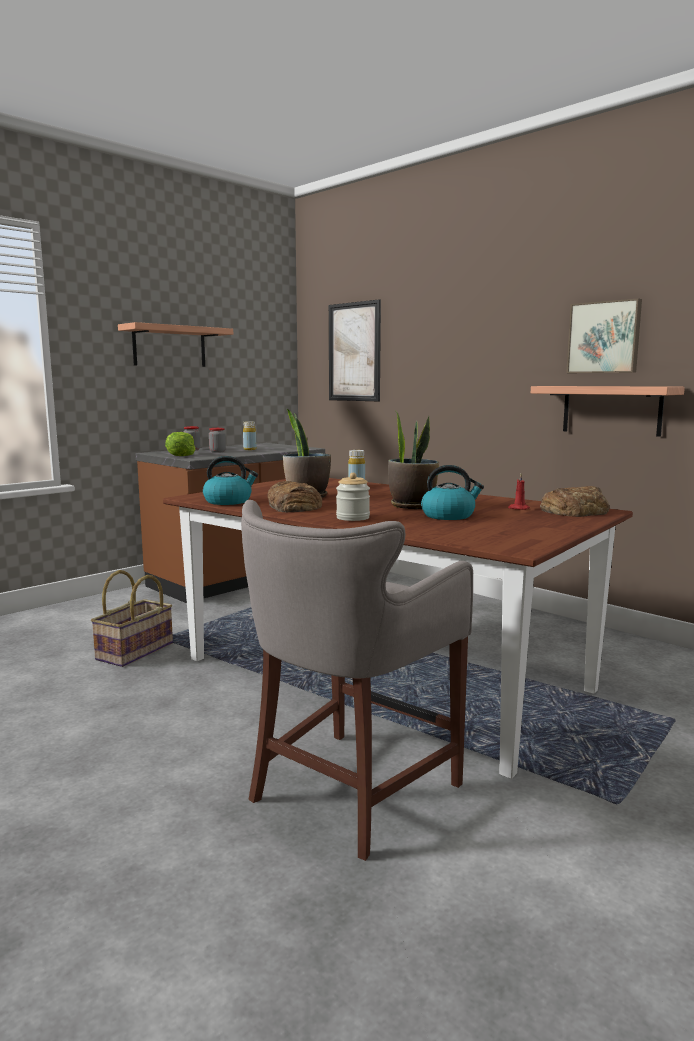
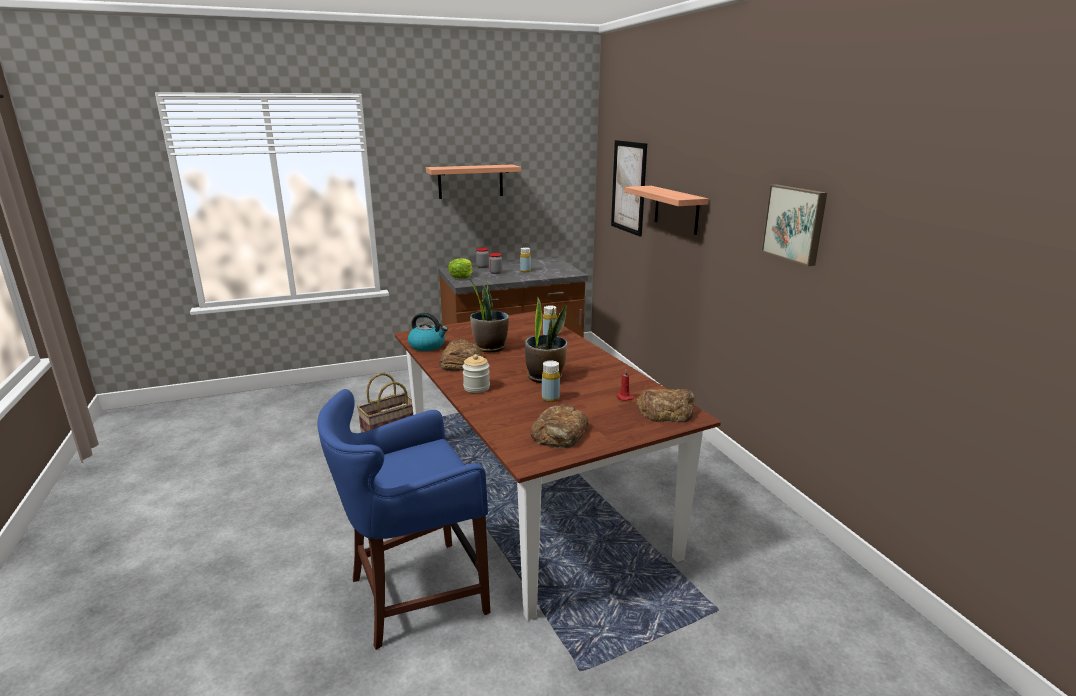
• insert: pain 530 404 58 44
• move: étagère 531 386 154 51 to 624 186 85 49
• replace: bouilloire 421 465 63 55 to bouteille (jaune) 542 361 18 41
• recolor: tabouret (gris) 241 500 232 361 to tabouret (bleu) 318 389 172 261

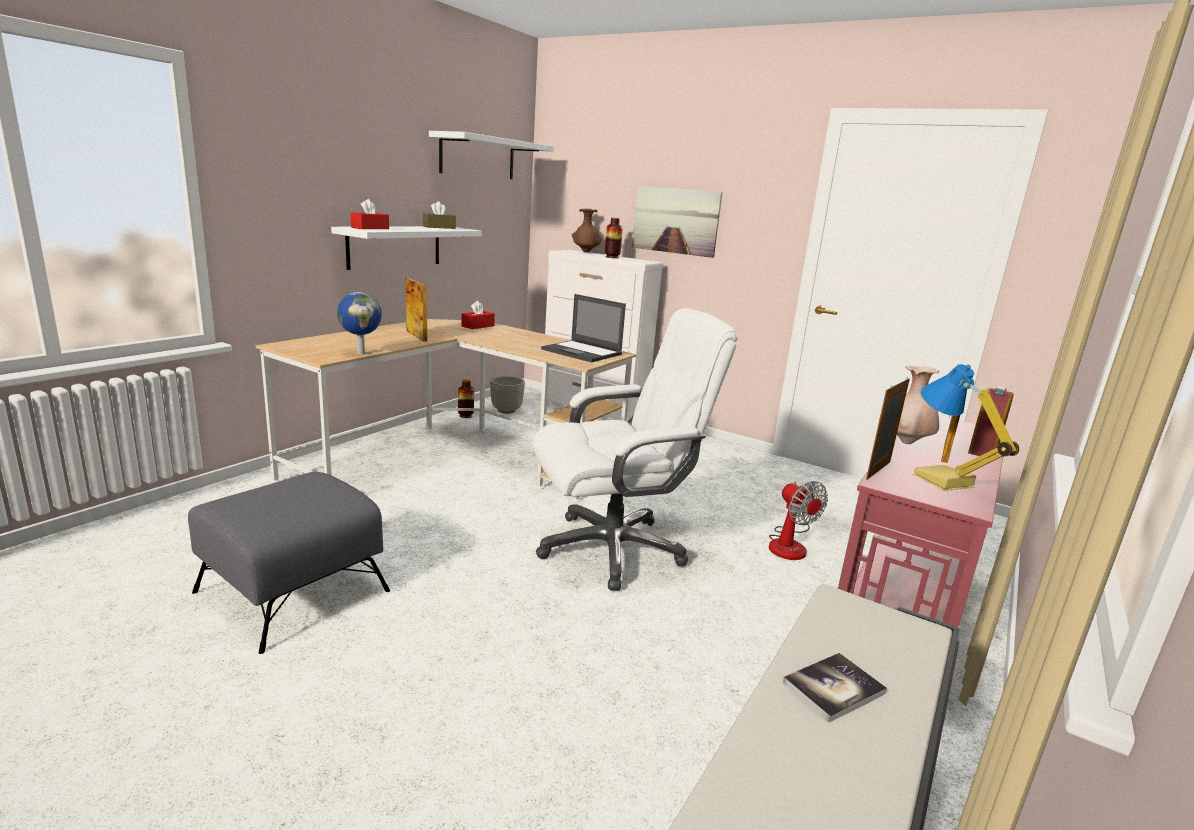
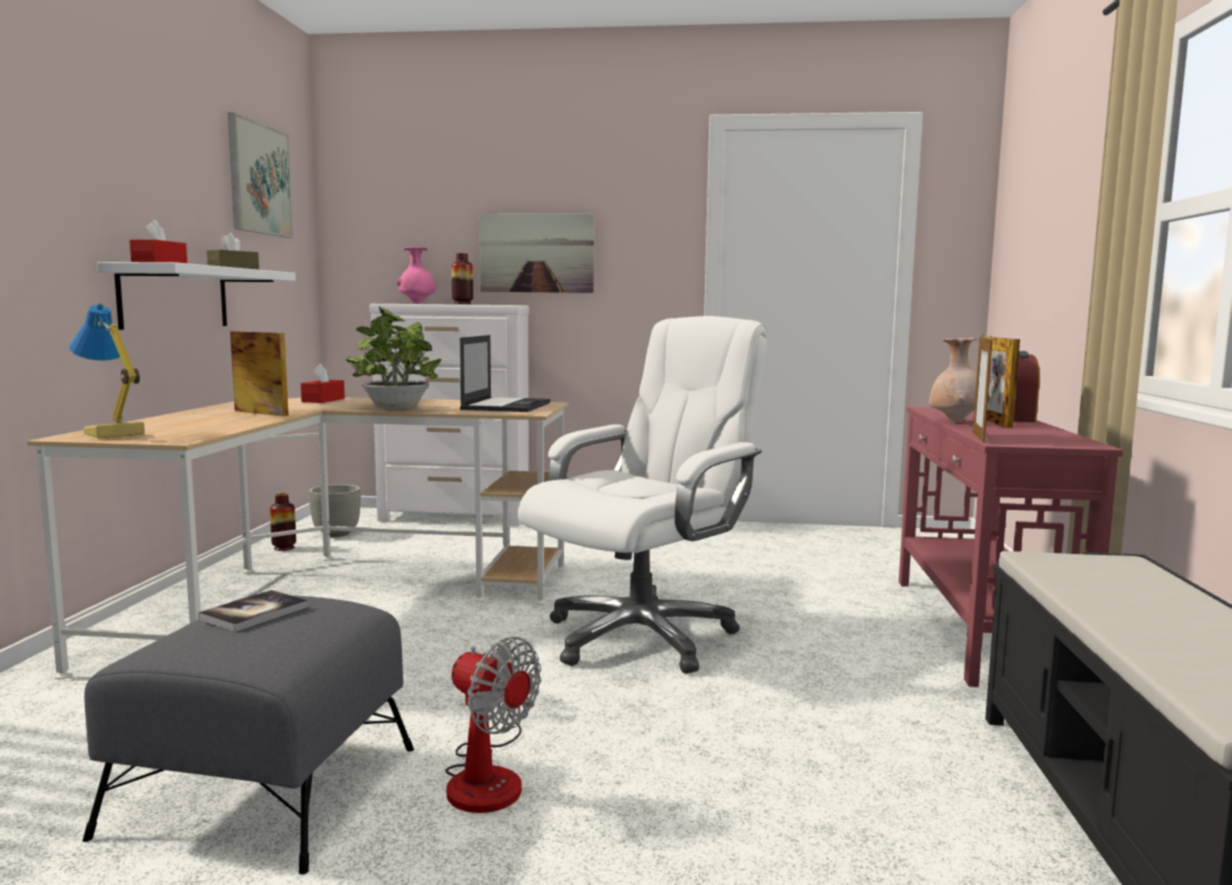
• delete: globe 337 292 45 62
• insert: plante en pot 346 306 95 105
• move: ventilateur 769 481 59 79 to 445 637 96 176
• move: livre 783 653 104 69 to 198 590 111 42
• move: lampe de table 913 364 106 127 to 69 303 77 137
• replace: étagère (blanc) 429 131 125 48 to tableau 228 112 65 126
• recolor: vase (marron) 572 209 30 44 to vase (rose) 397 247 39 57
• rotate: ordinateur portable 541 294 85 68 = 460 335 90 77 90 degrees counterclockwise

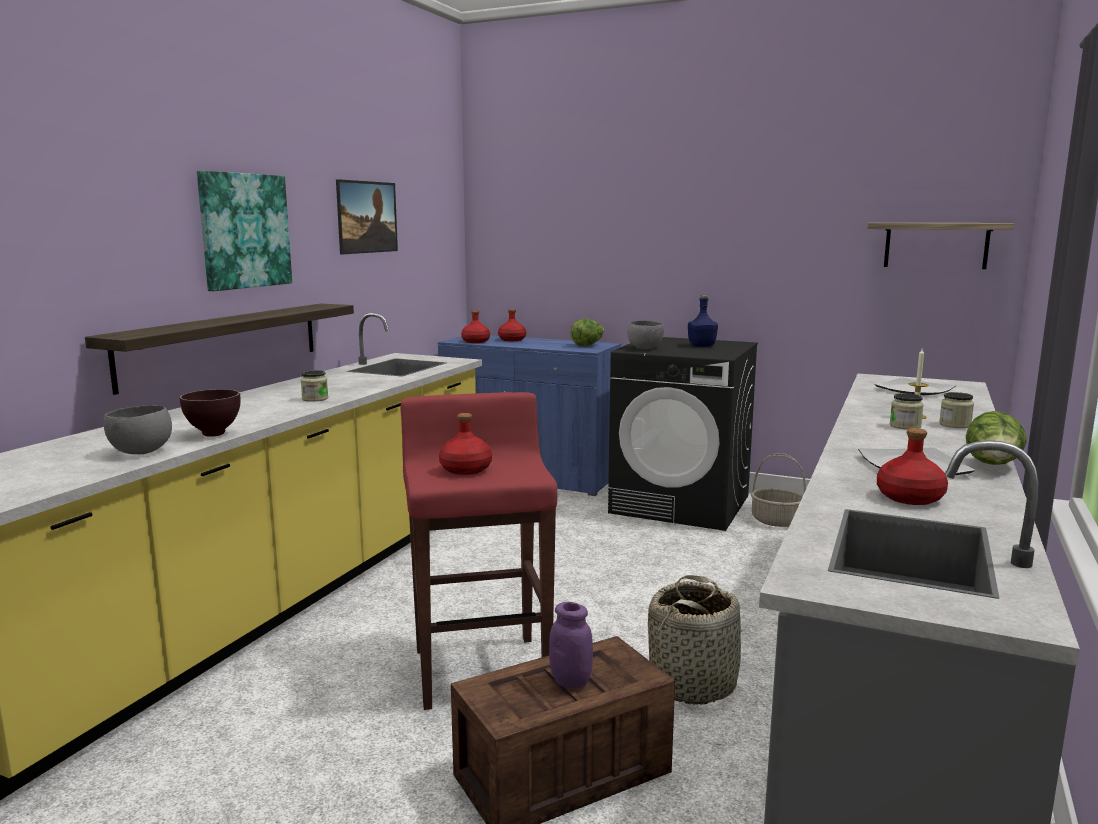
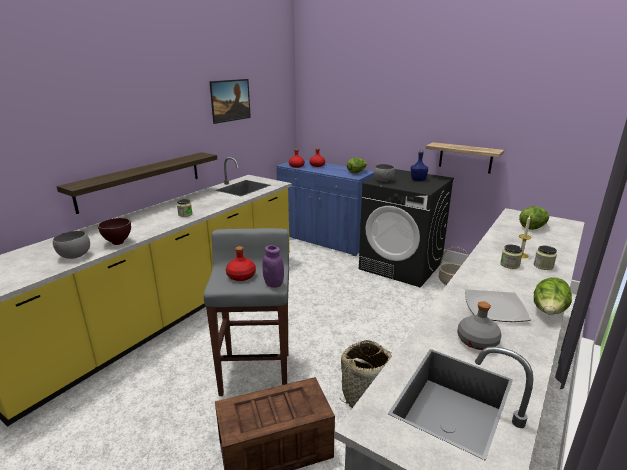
• delete: tableau 197 171 95 120
• move: bocal (violet) 549 602 44 87 to 262 245 22 43
• move: étagère 867 223 148 46 to 426 142 78 32
• replace: assiette 874 377 82 18 to laitue 519 206 30 24
• recolor: tabouret (rouge) 400 392 157 318 to tabouret (gris) 204 228 85 168
• recolor: bouteille (rouge) 877 428 71 77 to bouteille (gris) 457 301 45 49

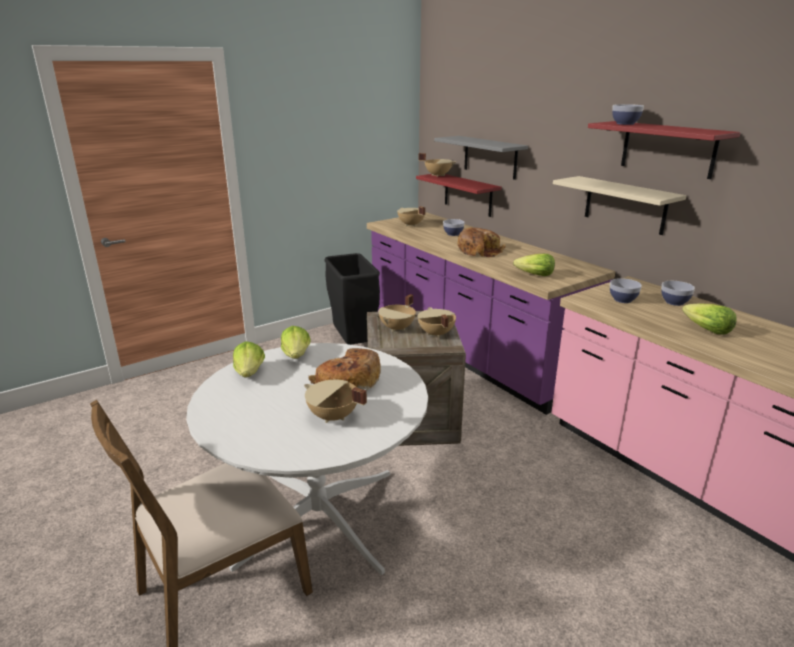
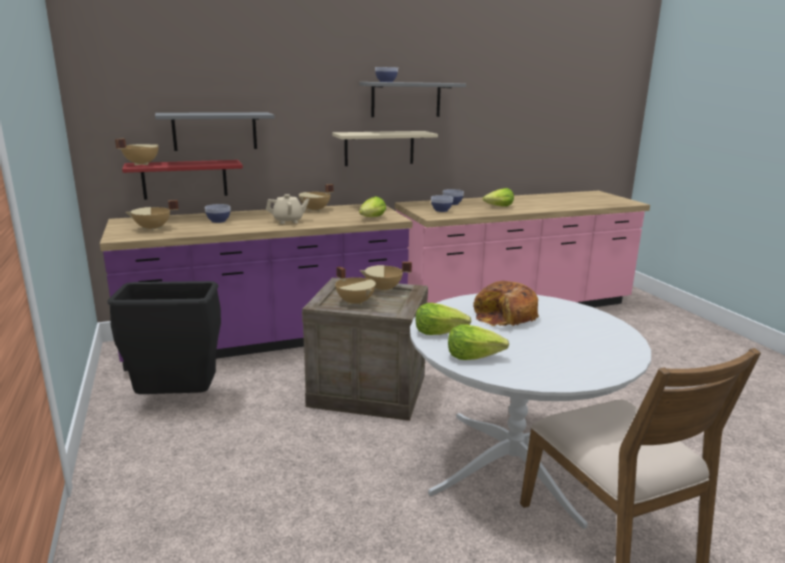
• move: marmite (beige) 304 380 63 43 to 299 184 34 28
• replace: pain 458 227 48 30 to théière (beige) 266 194 43 30
• recolor: étagère (rouge) 588 121 153 58 to étagère (gris) 359 82 107 35

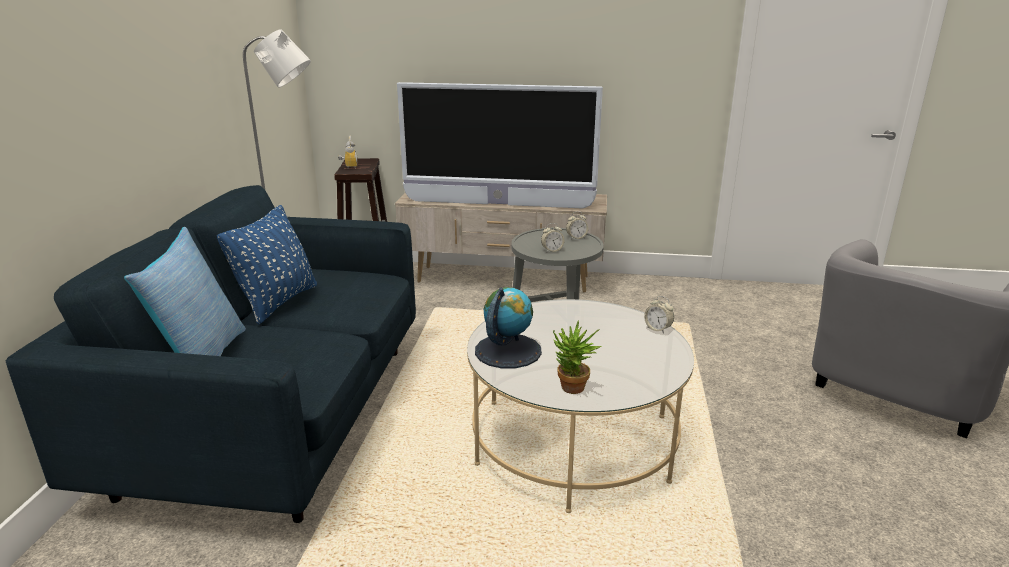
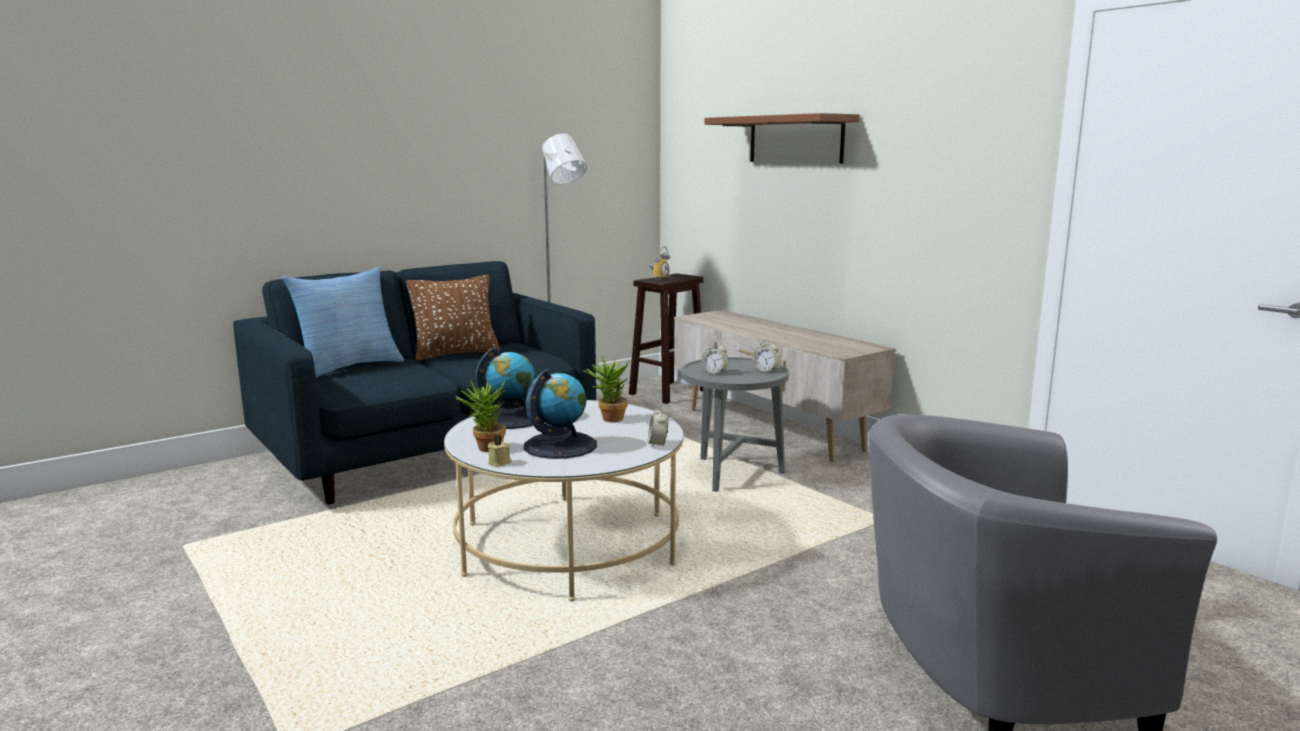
• delete: téléviseur 397 82 206 127
• insert: bougie (beige) 488 435 24 32
• insert: globe 524 369 73 90
• insert: plante en pot 582 356 48 66
• insert: étagère (marron) 705 113 155 50
• recolor: coussin (bleu) 217 205 100 119 to coussin (marron) 406 275 94 86

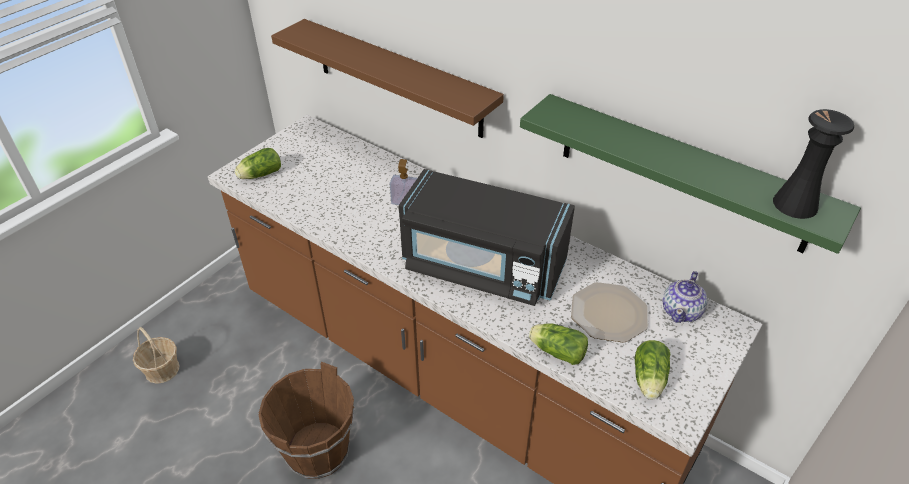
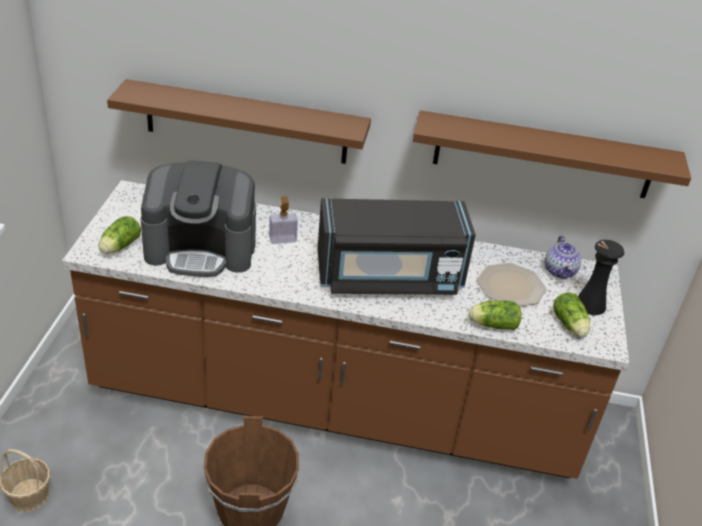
• insert: machine à café 141 160 115 117
• move: vase (noir) 773 109 81 110 to 578 240 46 75
• recolor: étagère (vert) 520 94 341 160 to étagère (marron) 413 110 278 88

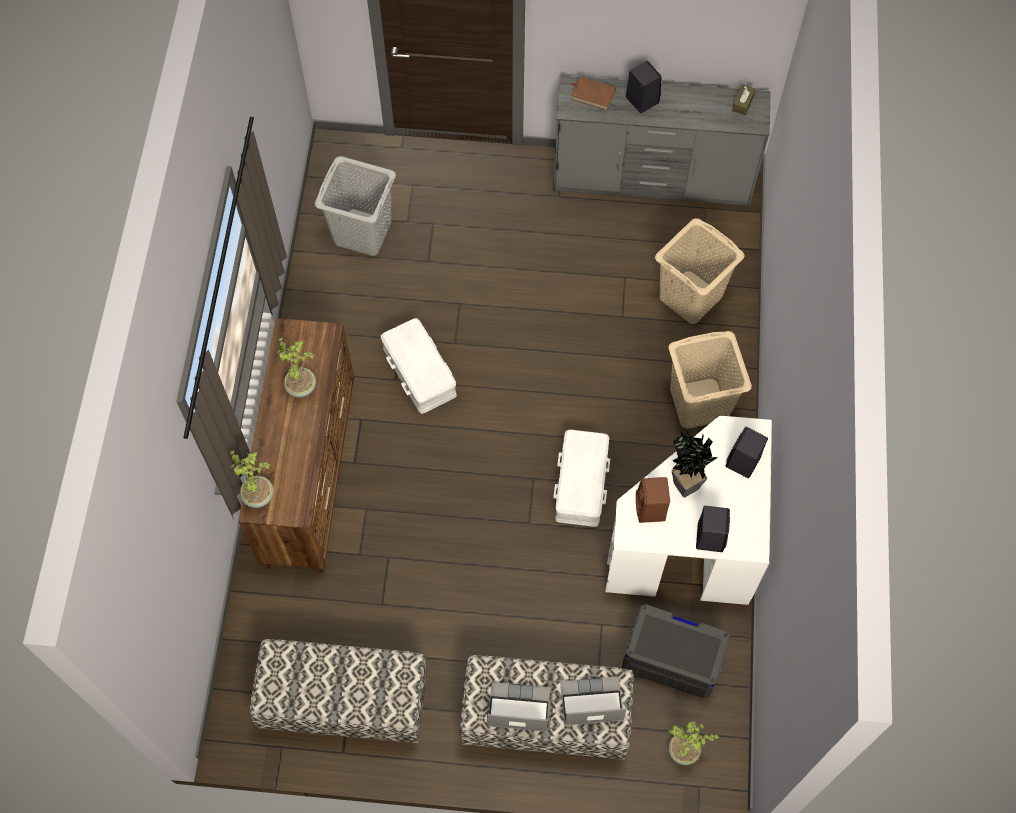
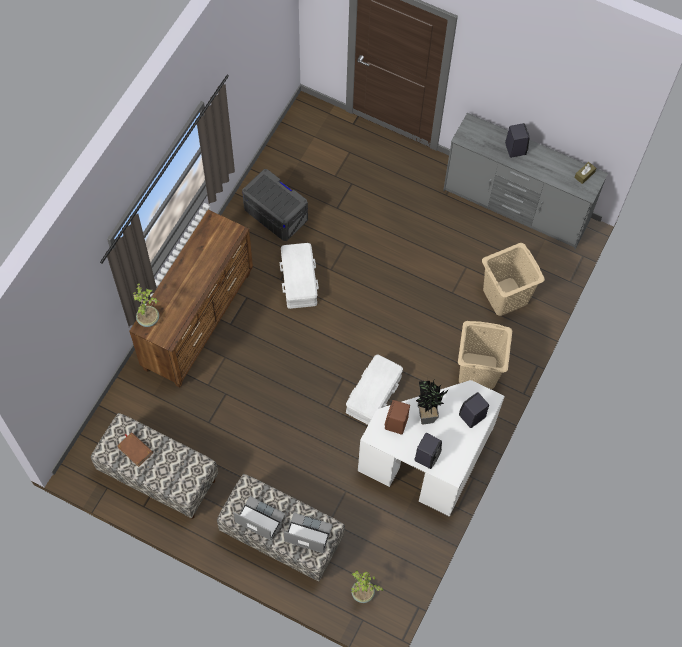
• delete: plante en pot 277 337 39 61
• delete: panier à linge (gris) 315 156 81 100
• move: livre (marron) 571 77 45 33 to 118 432 35 35
• move: boîte de rangement (gris) 622 604 108 94 to 242 169 66 72

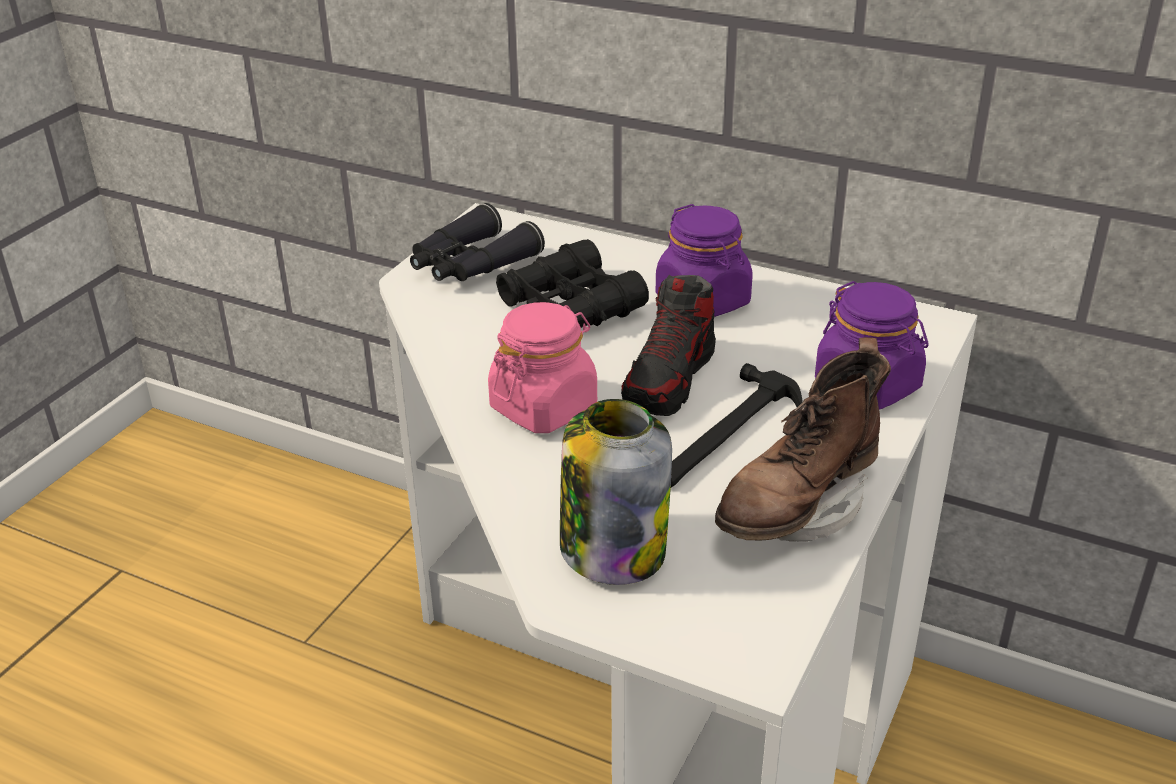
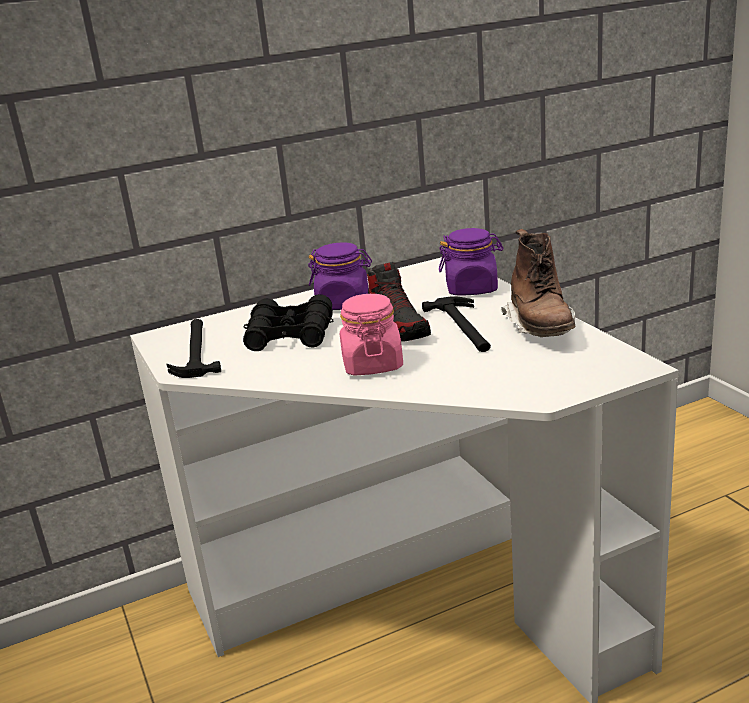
• delete: bocal 560 399 112 186
• replace: jumelles (noir) 410 203 135 78 to marteau 167 319 54 59

